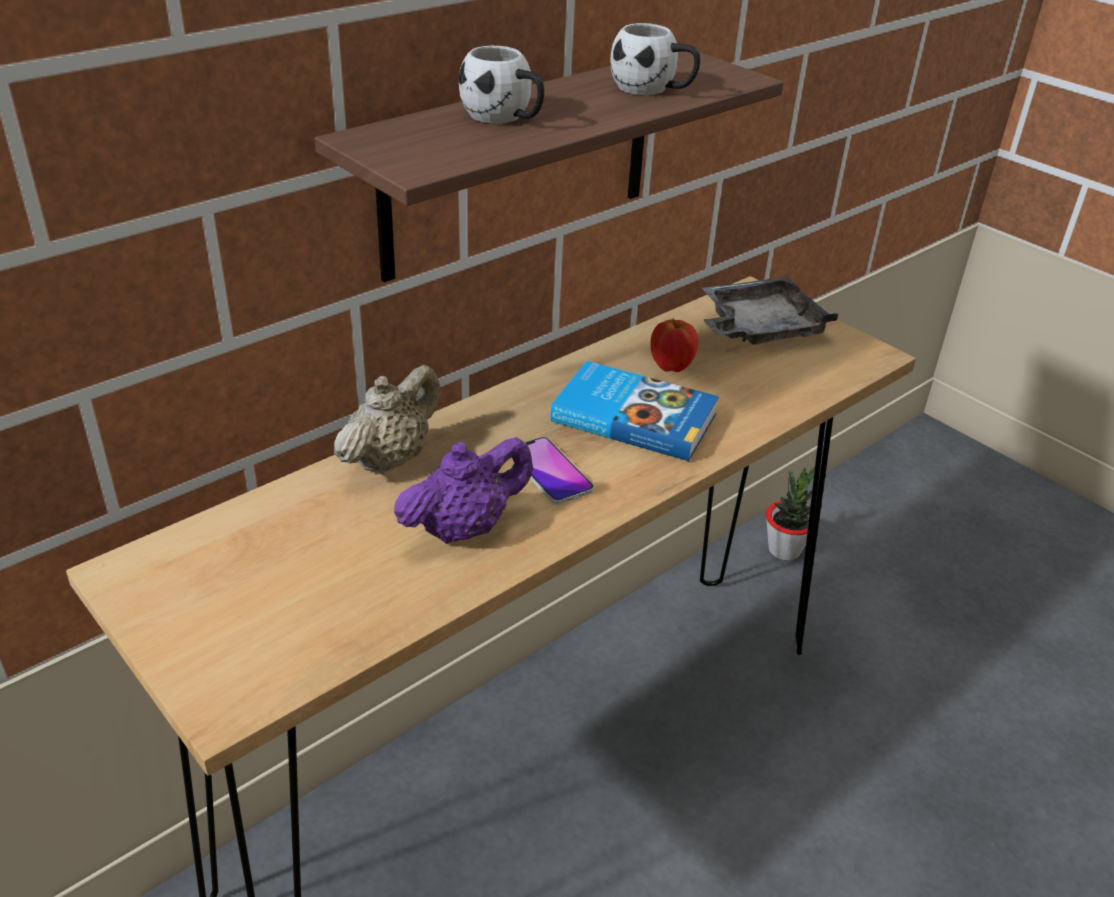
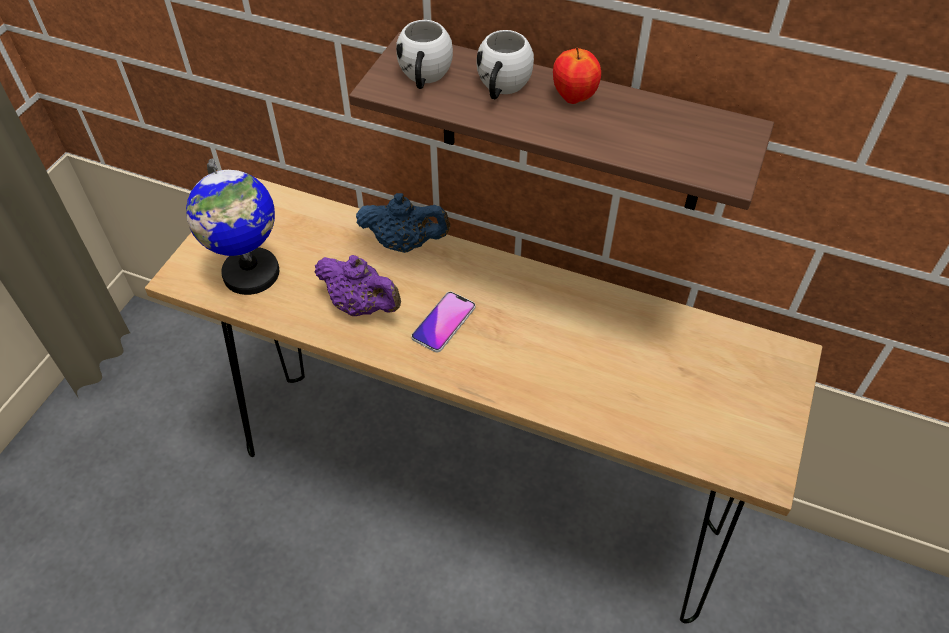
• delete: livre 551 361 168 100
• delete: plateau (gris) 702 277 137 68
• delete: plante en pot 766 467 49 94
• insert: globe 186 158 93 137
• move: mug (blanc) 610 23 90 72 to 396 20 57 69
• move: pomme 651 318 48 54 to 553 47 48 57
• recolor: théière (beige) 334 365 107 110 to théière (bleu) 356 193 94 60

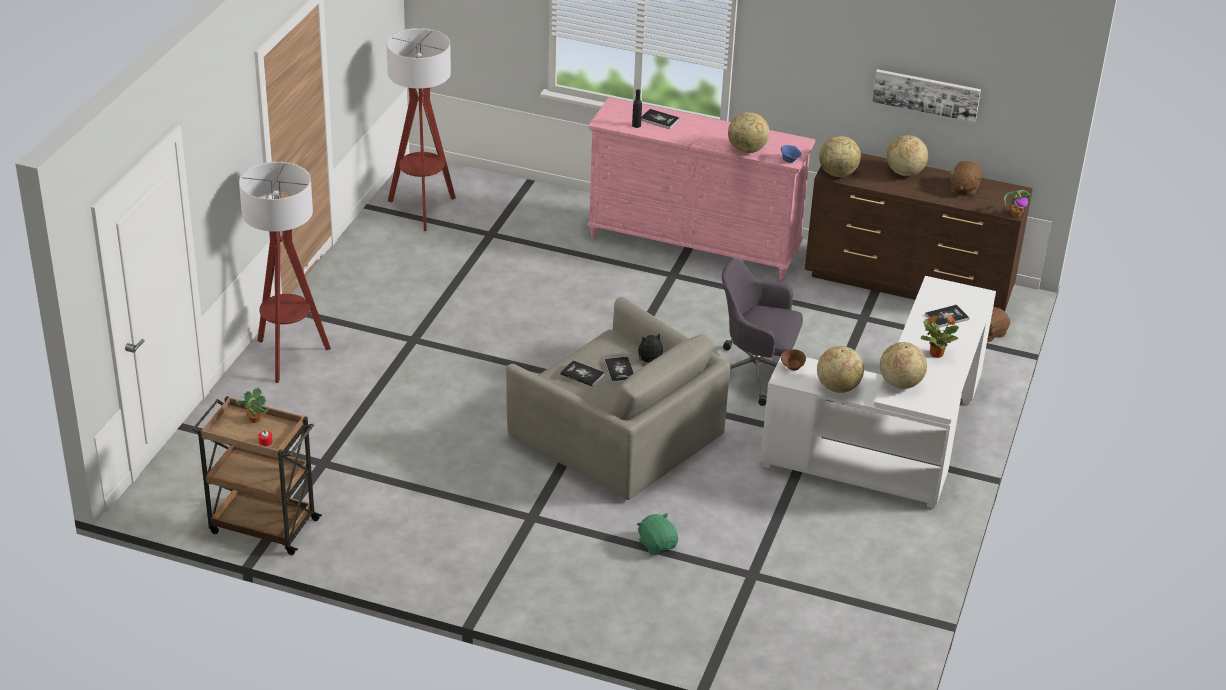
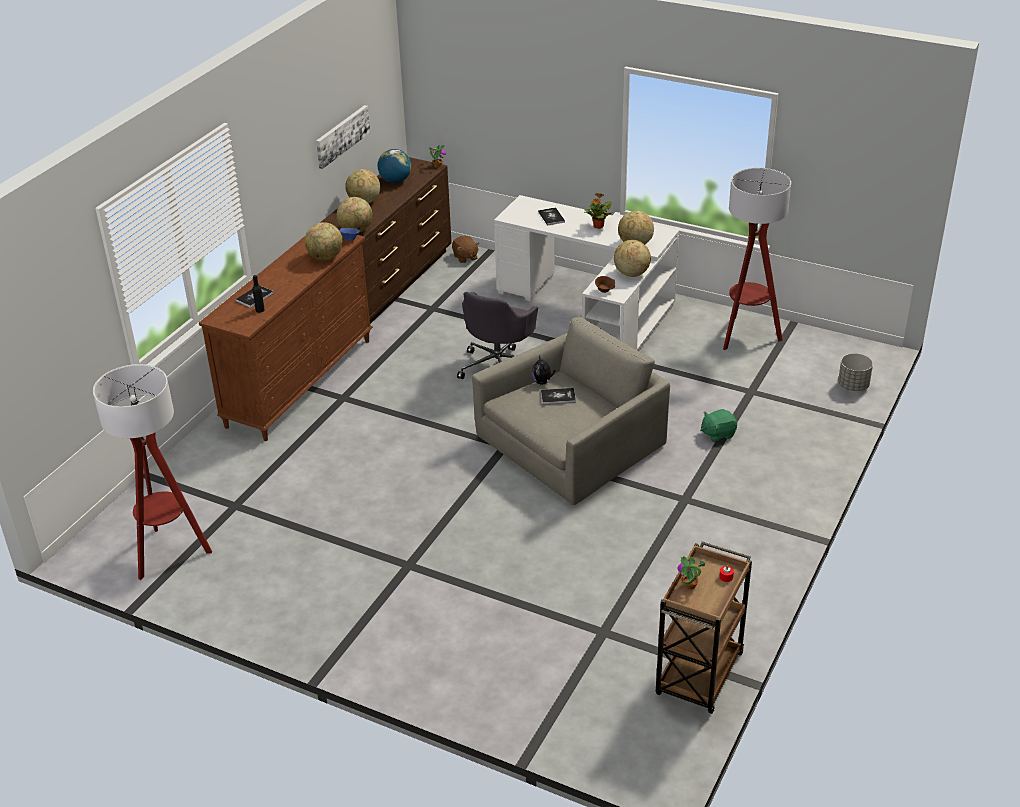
• delete: livre 560 360 45 27
• insert: cache-pot (gris) 838 353 35 38
• move: lampadaire 239 162 92 221 to 723 168 68 182
• replace: peluche (marron) 950 161 32 35 to globe 378 149 33 34
• recolor: commode (rose) 587 97 228 184 to commode (marron) 199 234 174 207

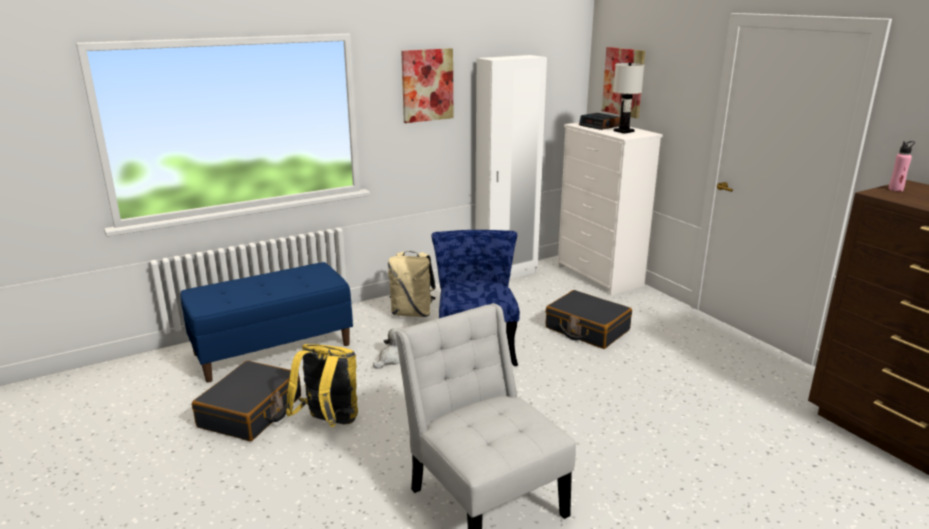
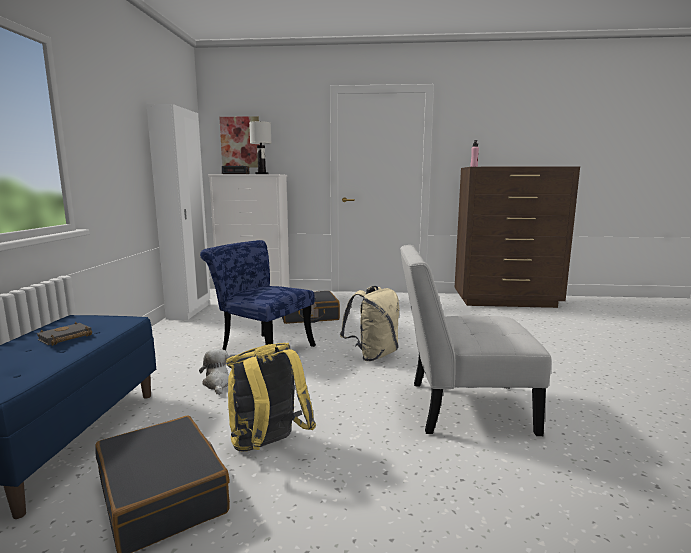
• delete: tableau 401 48 52 75
• insert: livre (noir) 37 322 55 24
• move: sac à dos (beige) 388 251 48 66 to 340 286 60 75

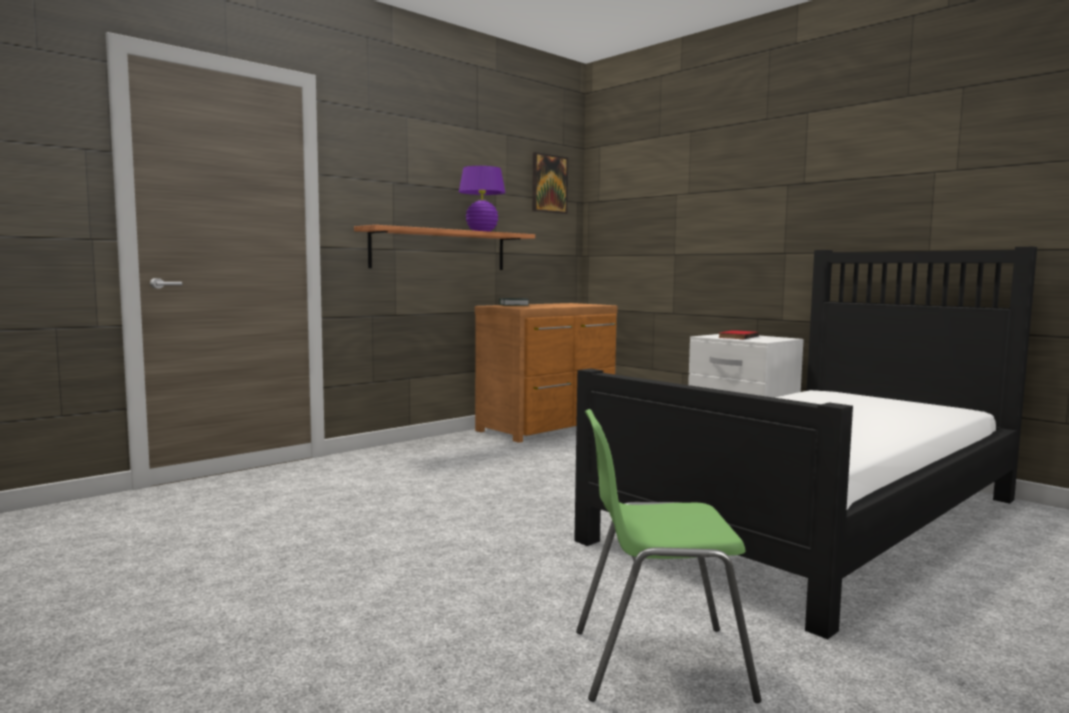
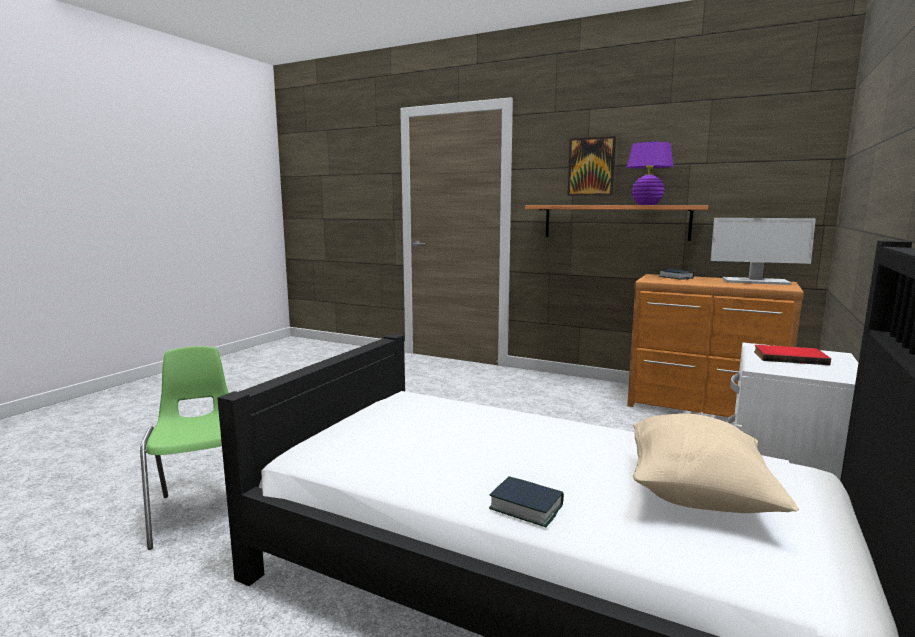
• insert: livre 489 476 75 51
• insert: coussin (beige) 633 413 166 100
• insert: écran d'ordinateur 710 218 106 67
• move: tableau 532 152 36 62 to 567 136 49 60

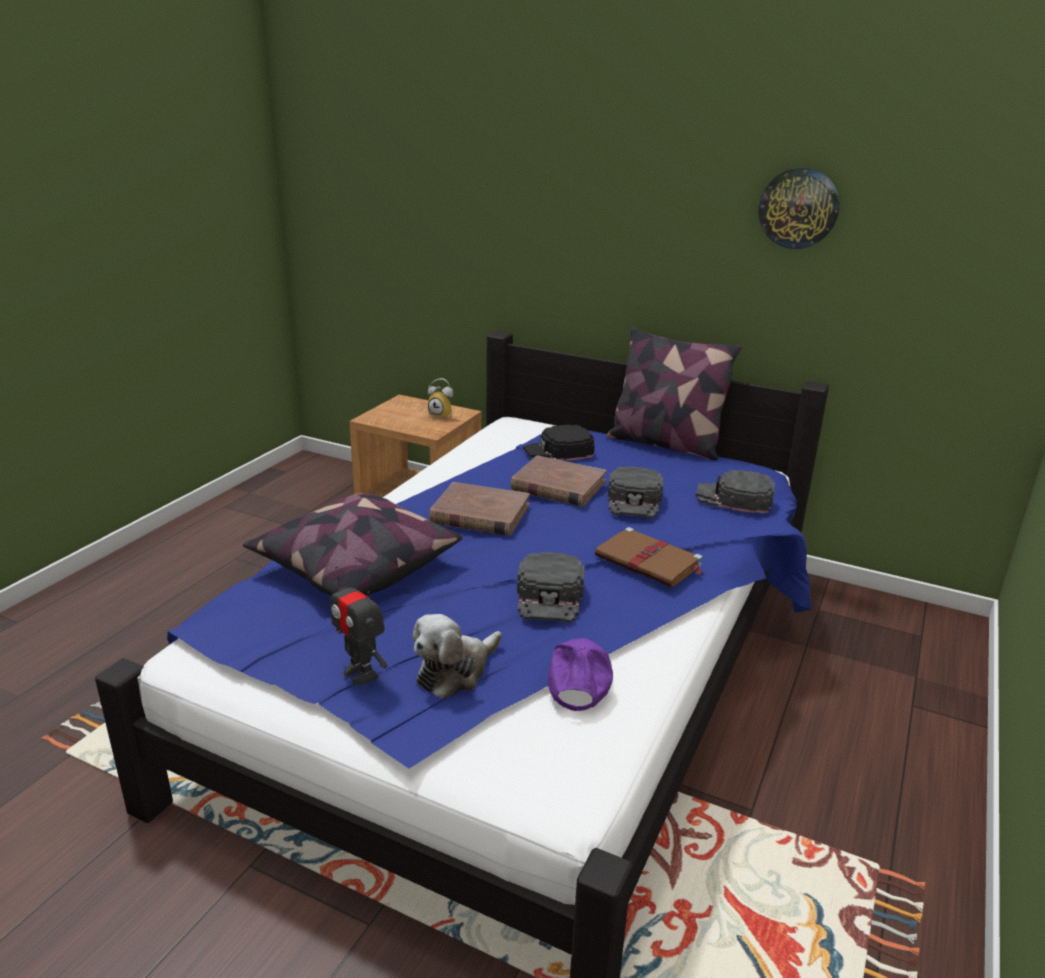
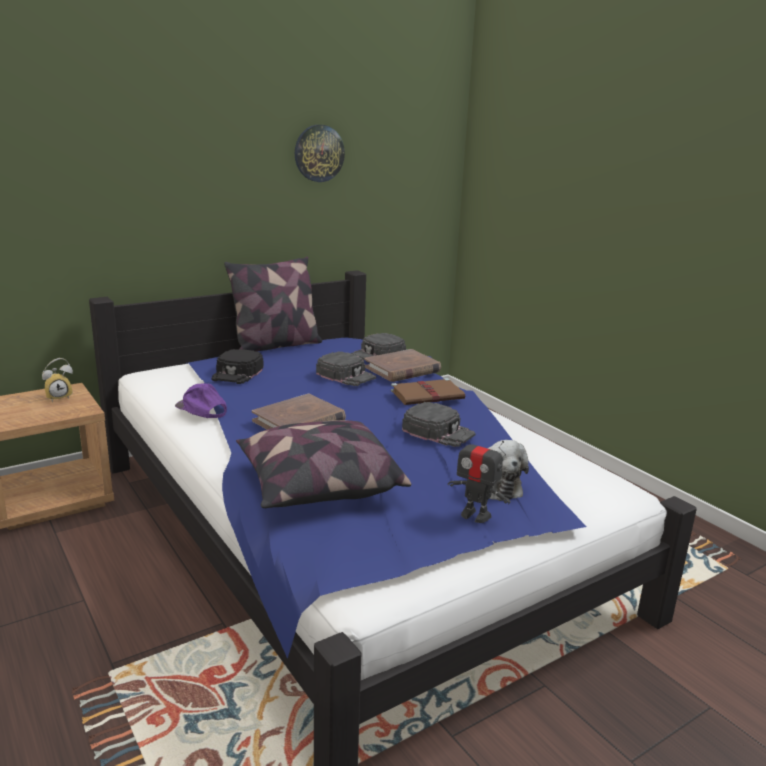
• move: livre (marron) 510 455 97 52 to 364 349 77 33
• move: casquette (violet) 547 638 66 73 to 175 383 52 35
• rotate: robot jouet 330 566 57 119 = 448 427 63 96 45 degrees clockwise

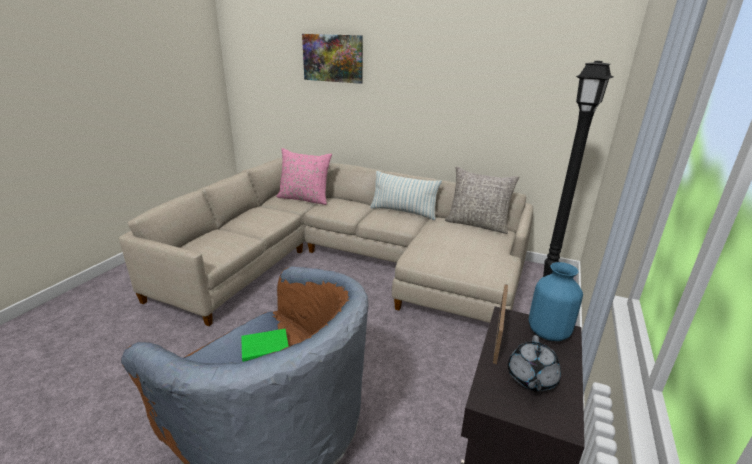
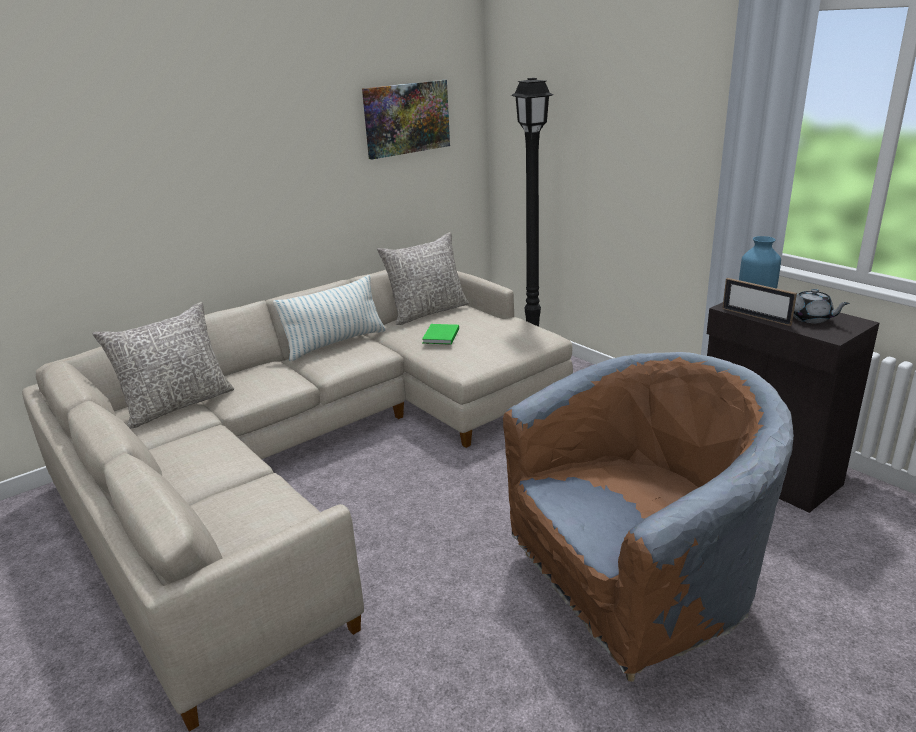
• move: livre (vert) 241 329 48 33 to 422 324 37 21
• move: tableau 302 34 61 50 to 362 80 88 79
• recolor: coussin (rose) 276 148 56 57 to coussin (gris) 93 302 141 127

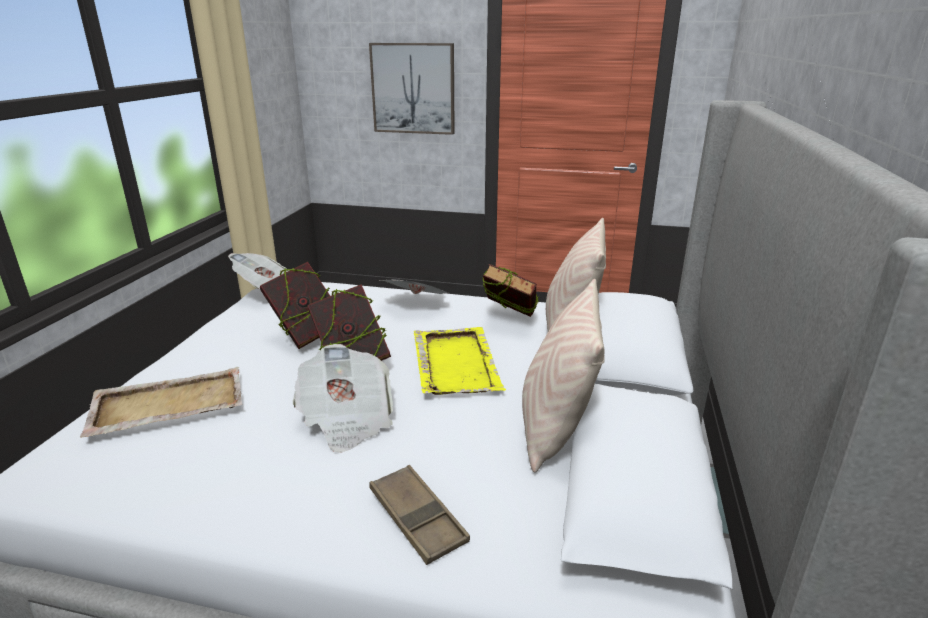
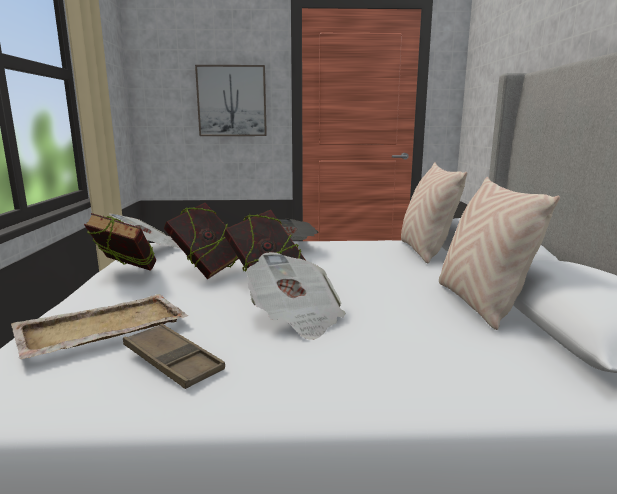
• delete: plateau (jaune) 414 327 92 68
• move: plateau (marron) 369 465 101 100 to 123 324 102 65
• move: livre 483 264 56 53 to 84 213 72 58

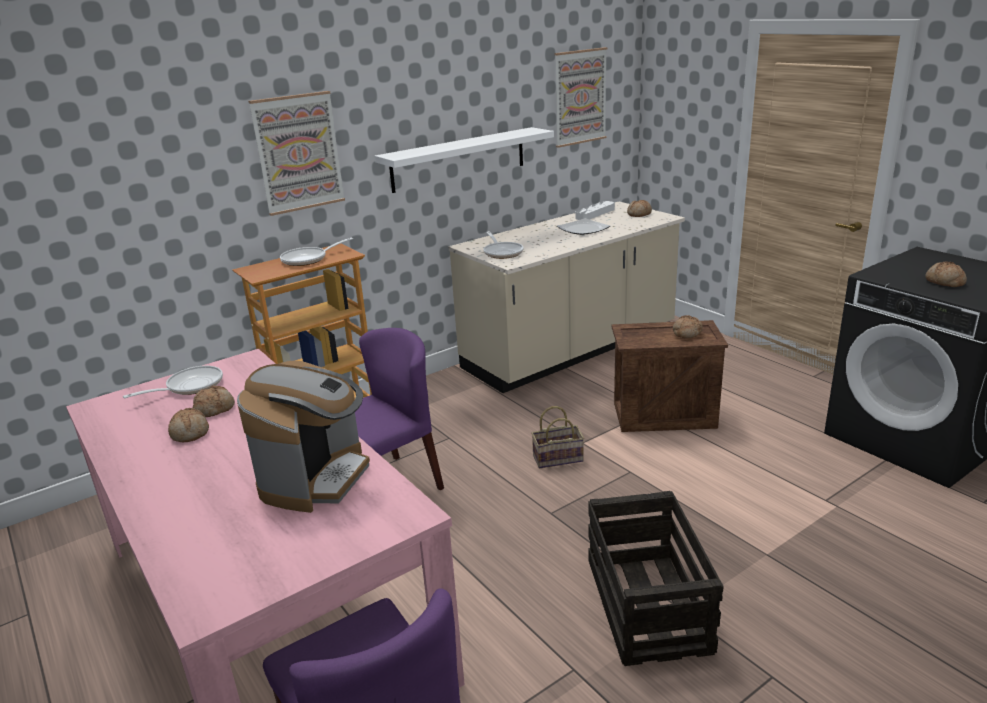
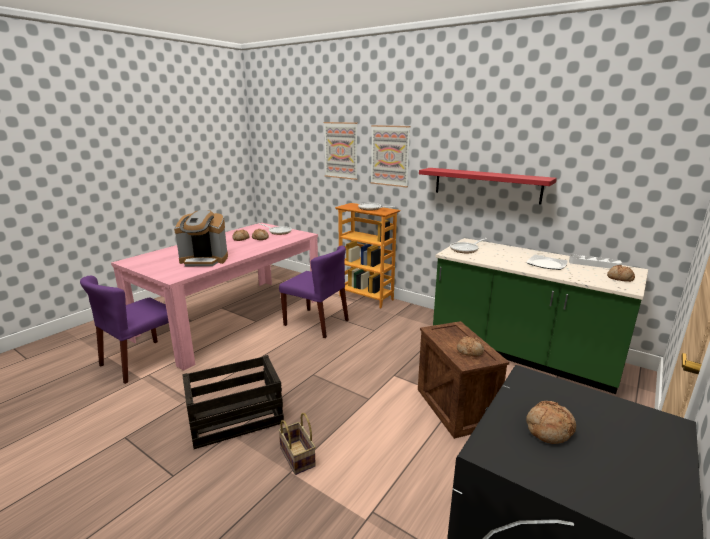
• move: panier 531 406 53 62 to 278 413 38 62
• move: tableau 554 47 54 101 to 324 122 34 58
• recolor: étagère (blanc) 375 127 179 66 to étagère (rouge) 419 168 138 36
• recolor: comptoir de cuisine (beige) 448 202 237 191 to comptoir de cuisine (vert) 433 238 215 156

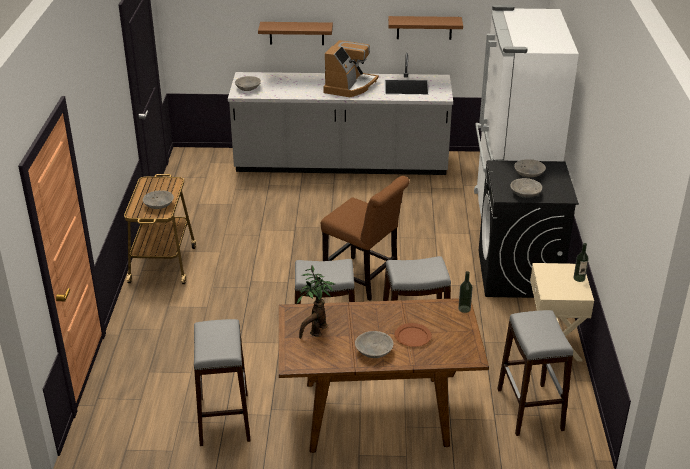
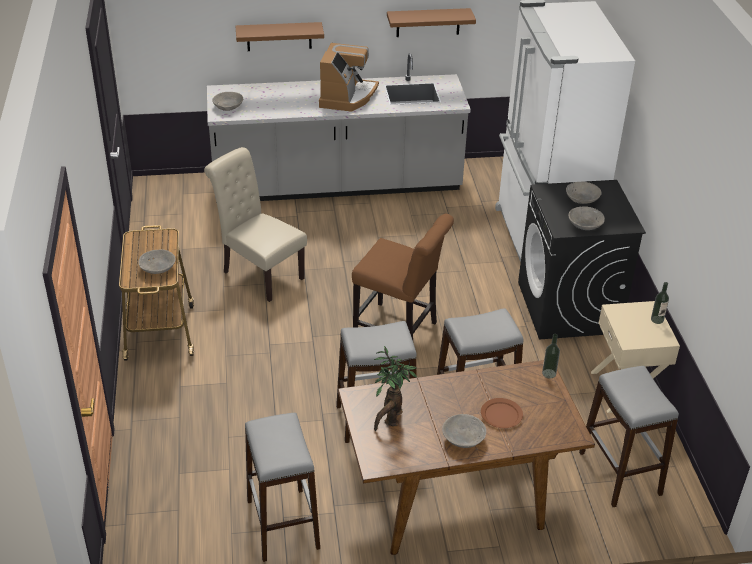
• insert: chaise (beige) 204 147 103 155

